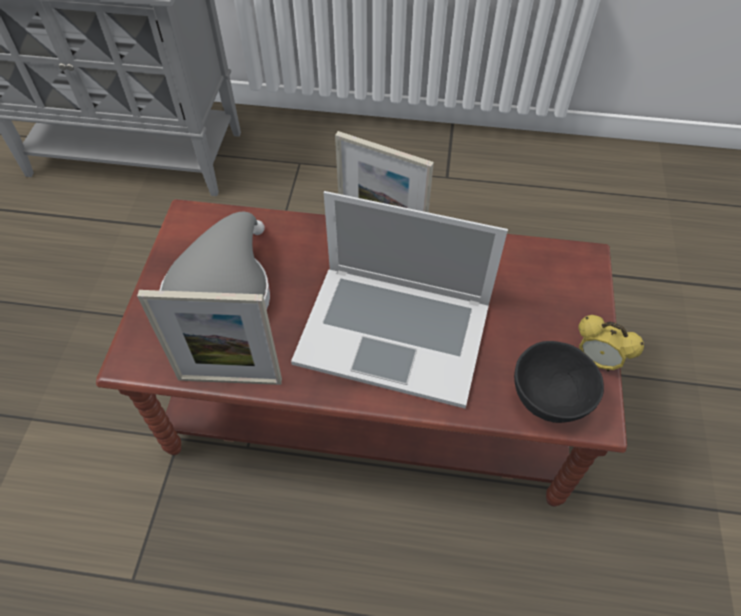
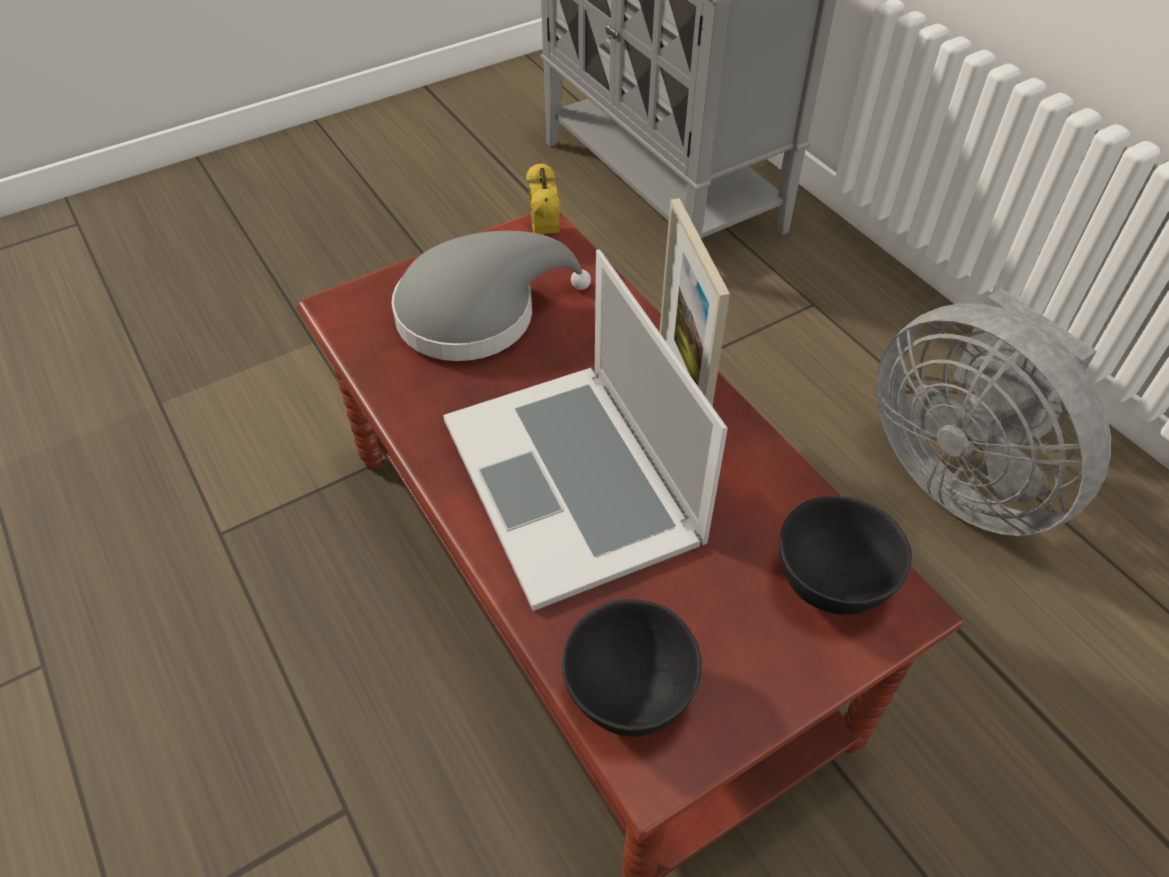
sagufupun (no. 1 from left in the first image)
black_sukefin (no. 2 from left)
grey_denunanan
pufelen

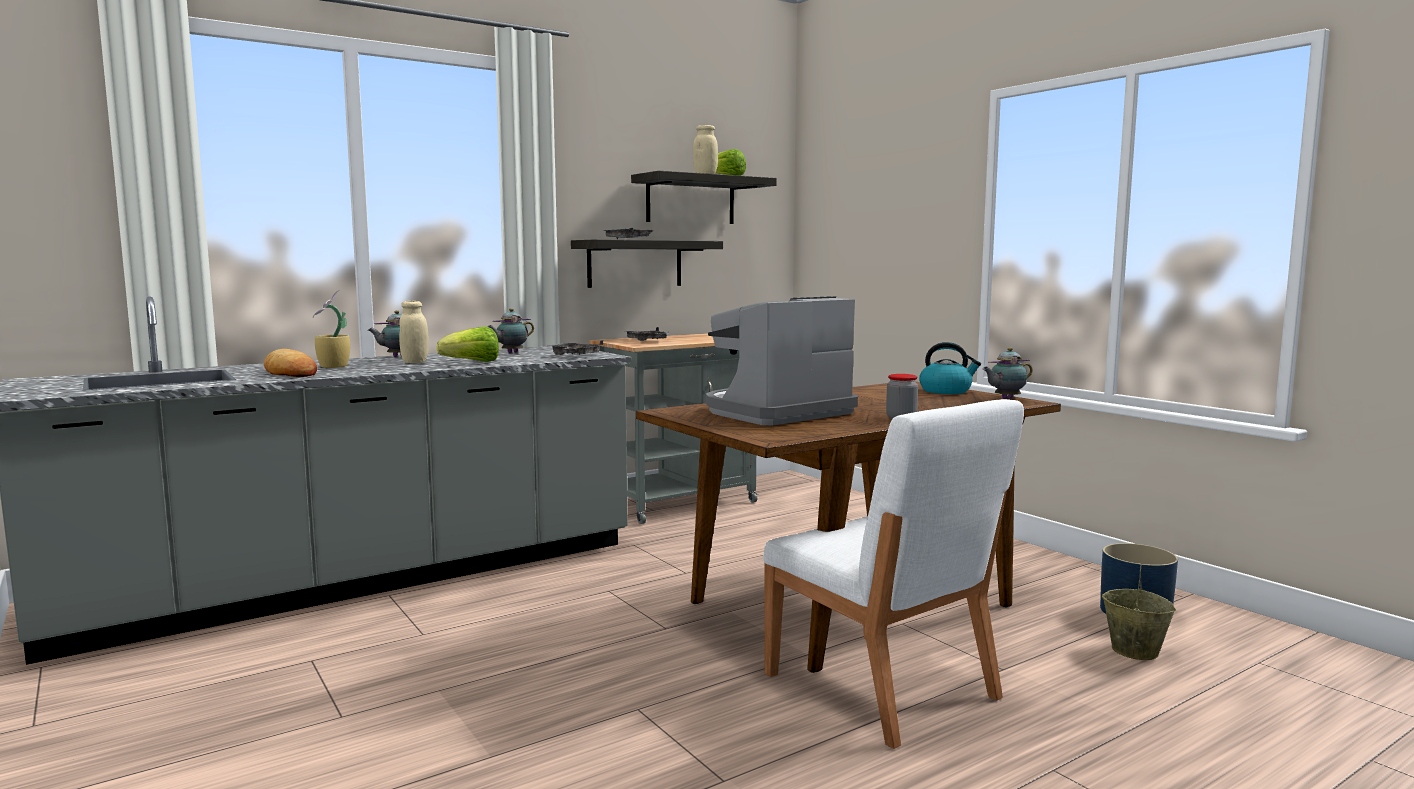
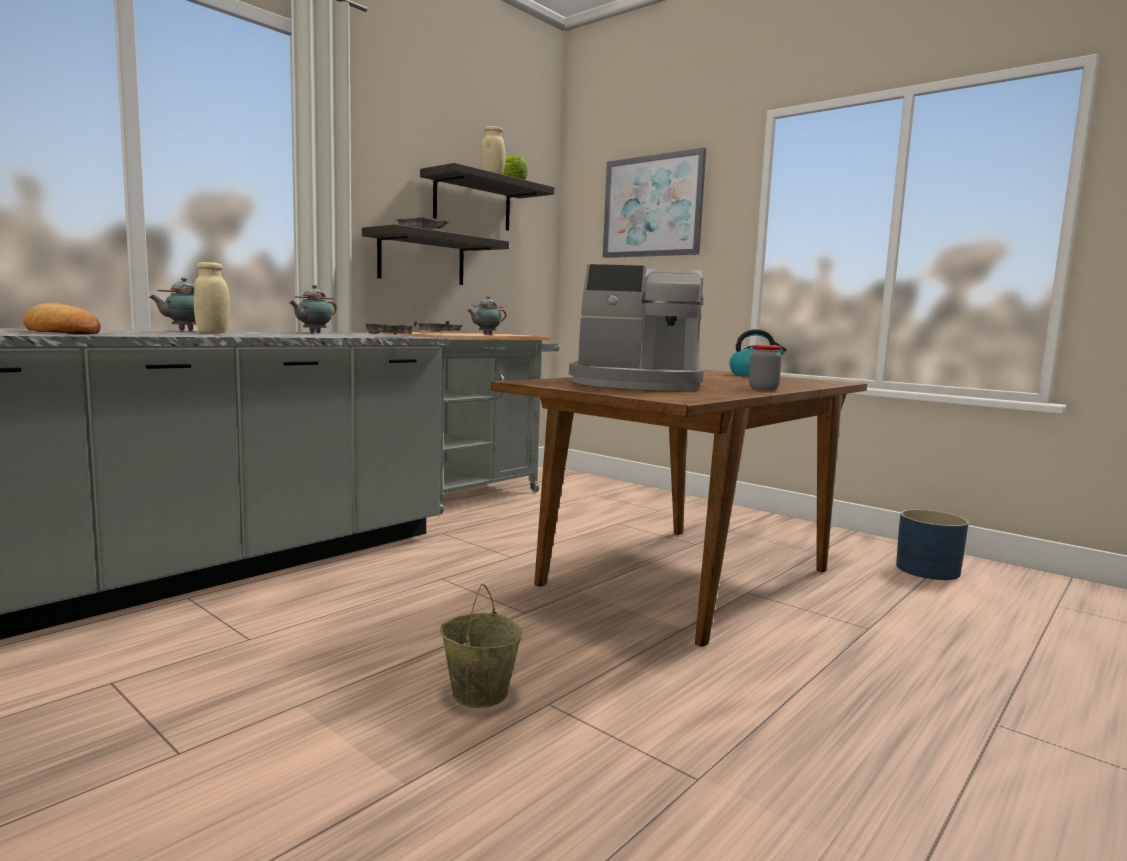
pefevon
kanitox (no. 1 from left in the first image)
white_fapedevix
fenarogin
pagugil (no. 3 from left)
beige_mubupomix
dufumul

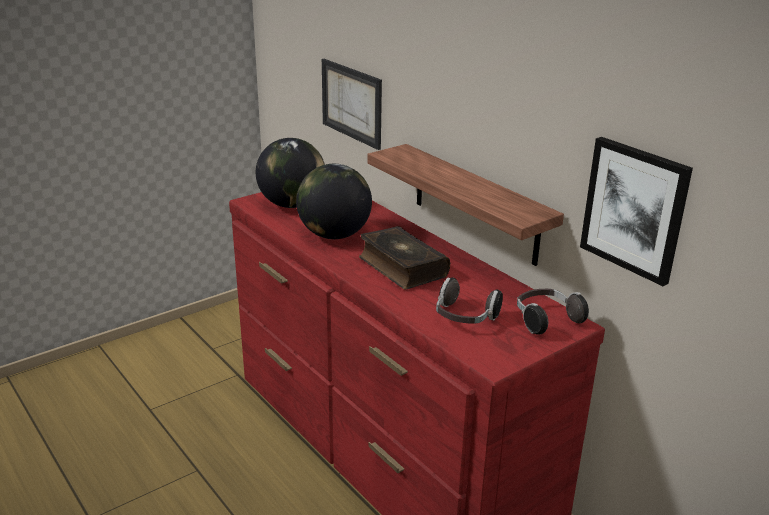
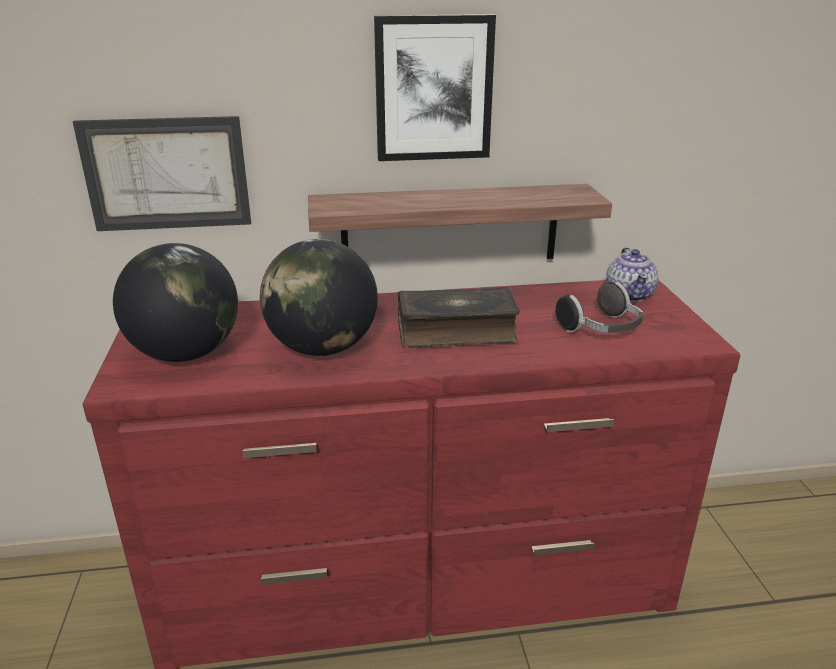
fenarogin (no. 2 from left)
pagugil

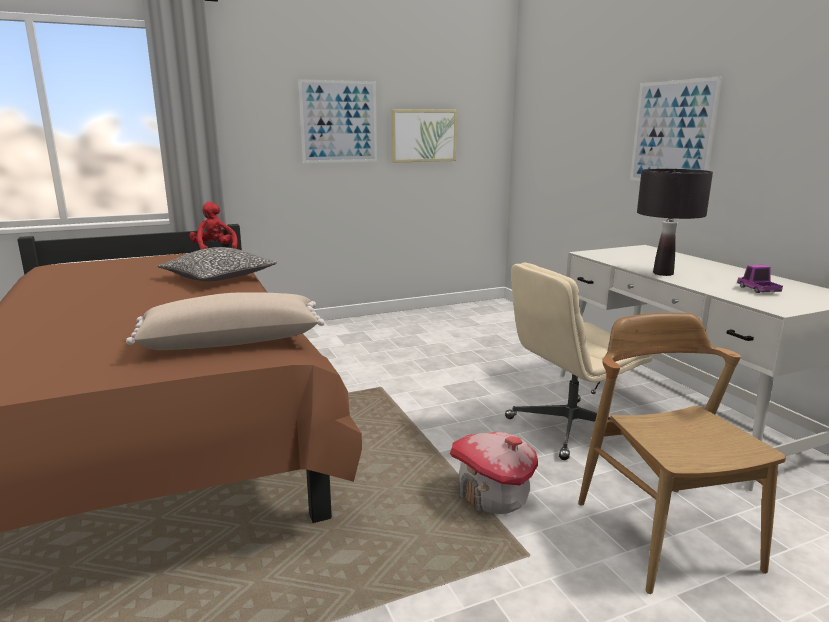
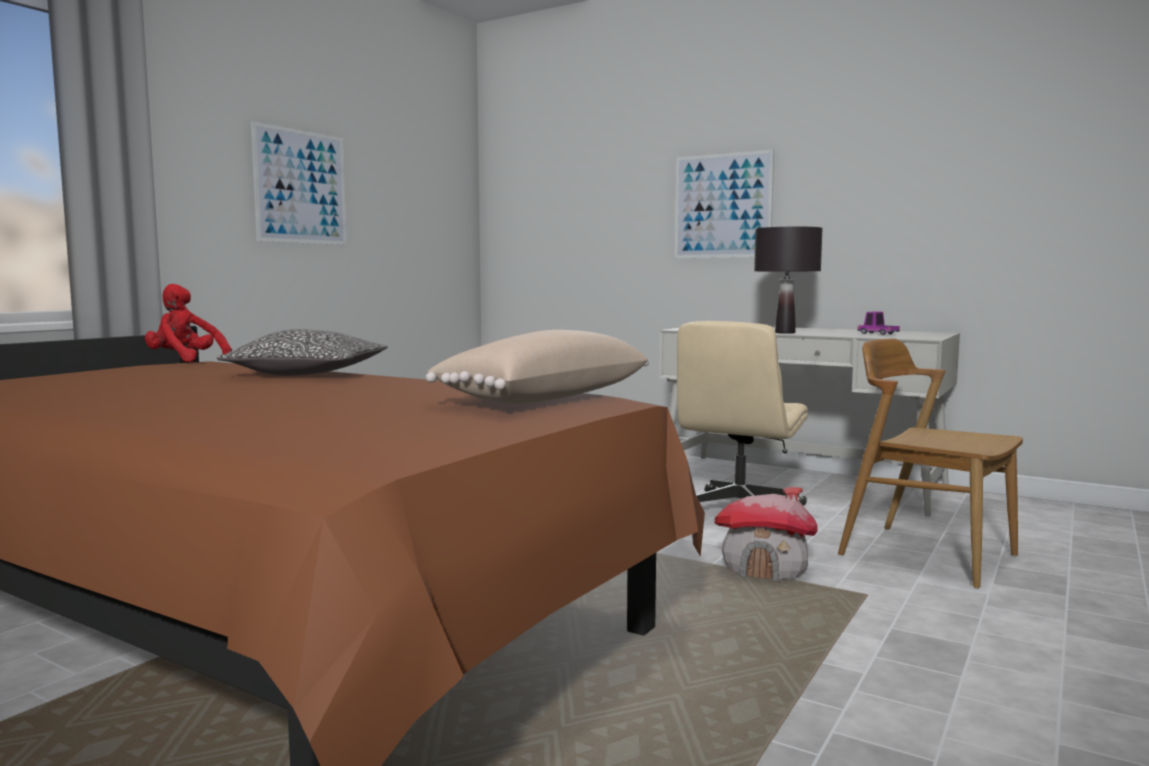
fenarogin (no. 2 from left in the first image)

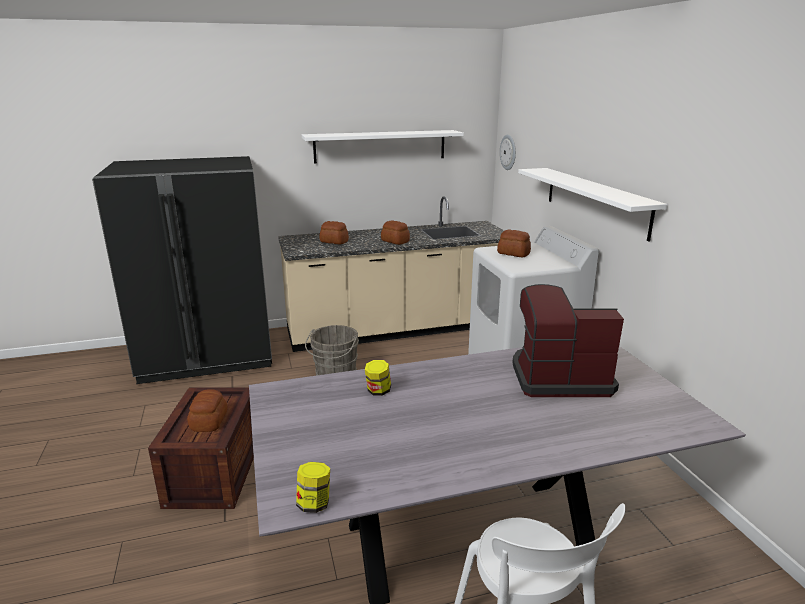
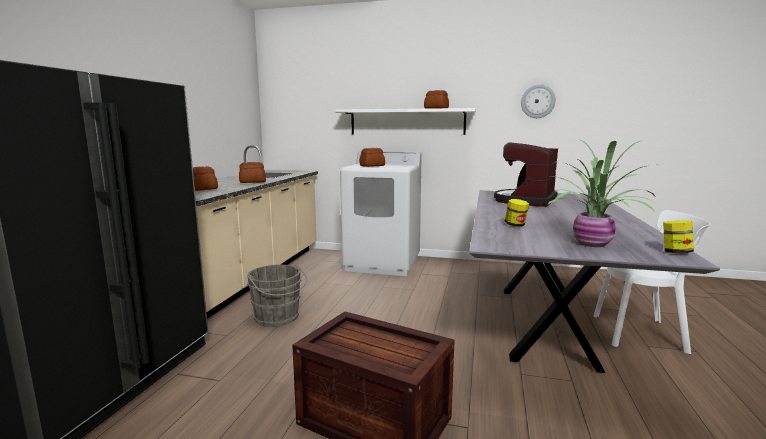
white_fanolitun (no. 1 from left in the first image)
pefevon
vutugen (no. 4 from left)
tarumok

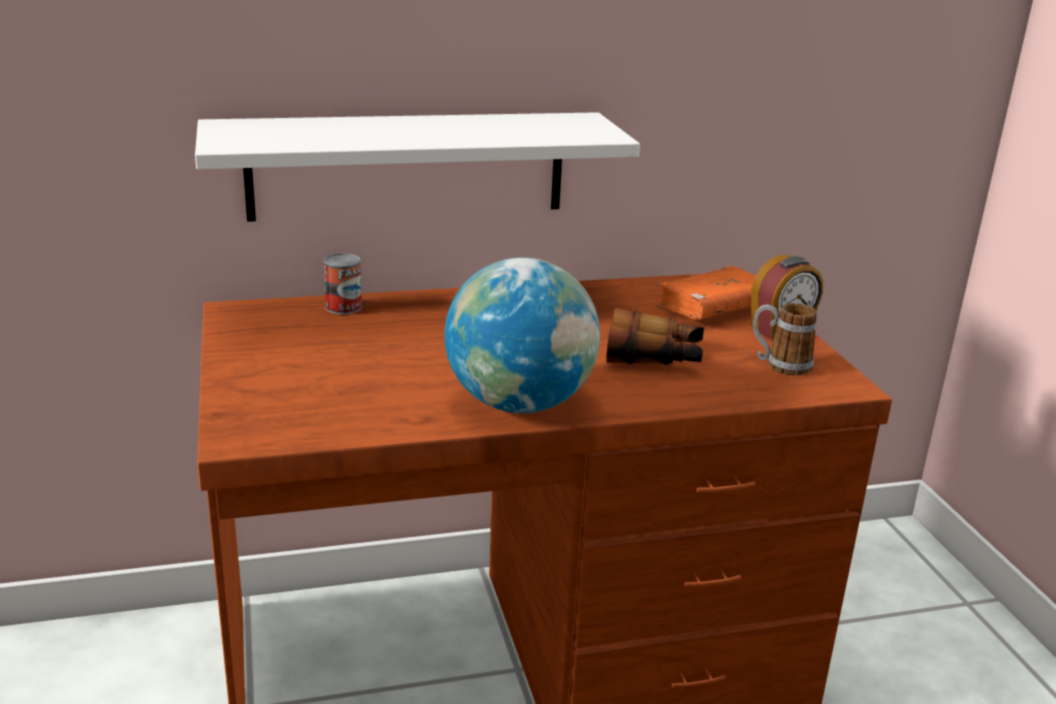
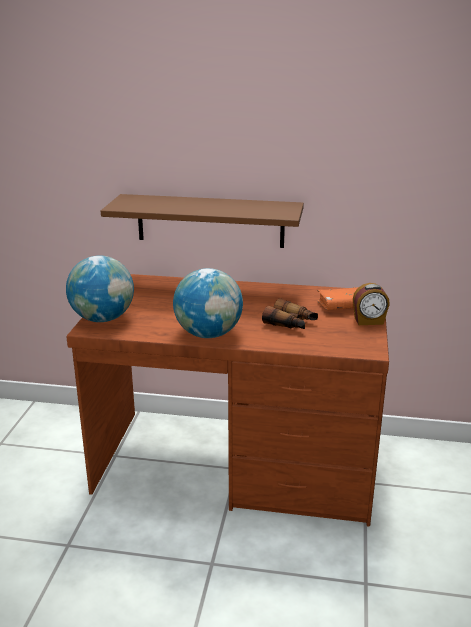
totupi
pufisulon
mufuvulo (no. 1 from left)
brown_fanolitun

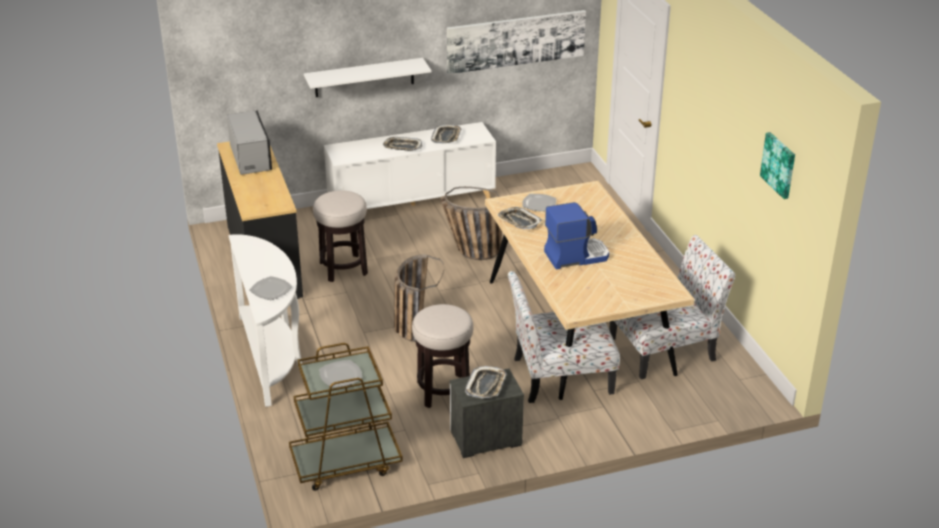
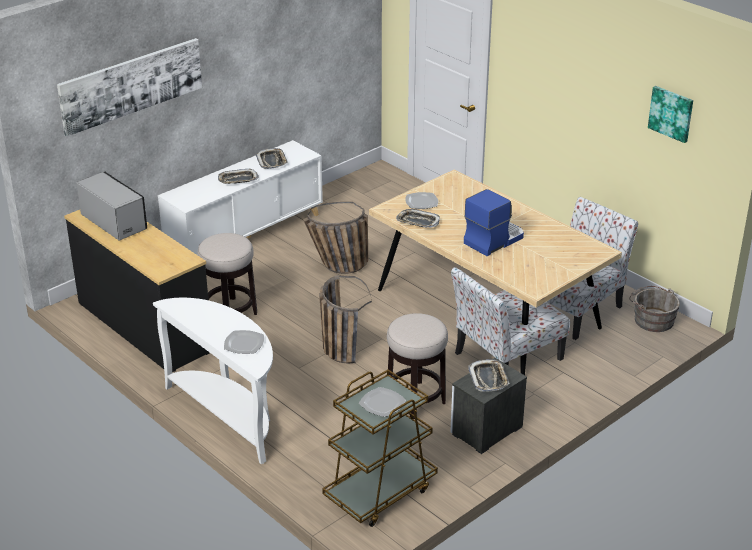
white_fanolitun
grey_mubupomix
fenarogin (no. 1 from left)

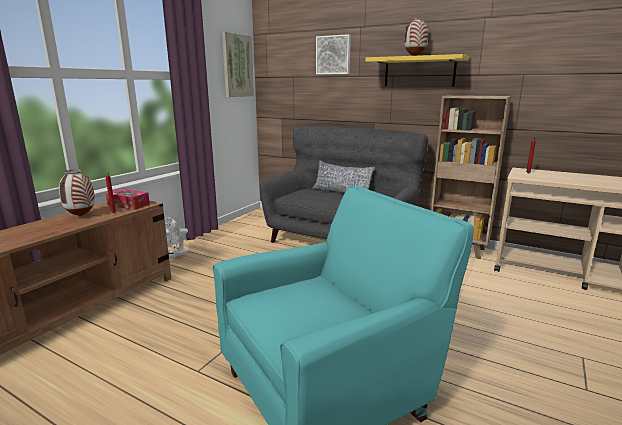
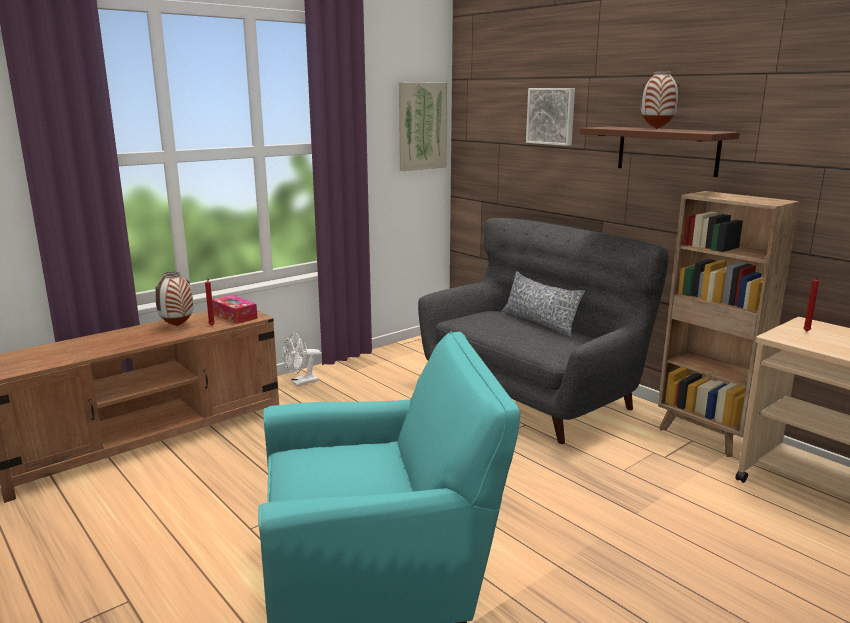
brown_fanolitun

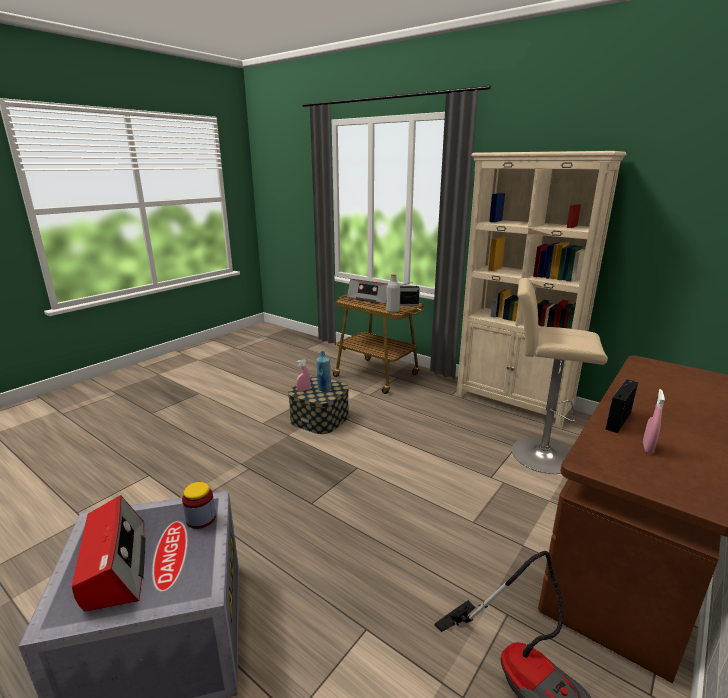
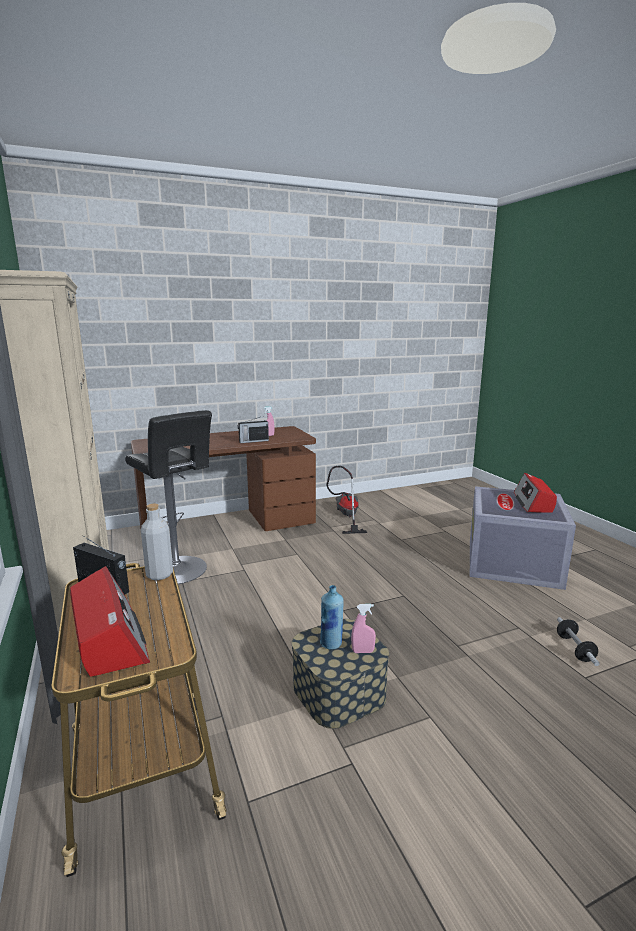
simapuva
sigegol
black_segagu

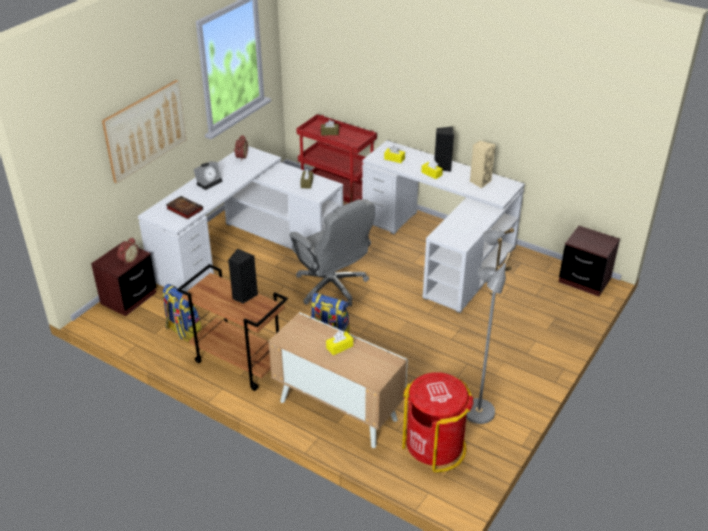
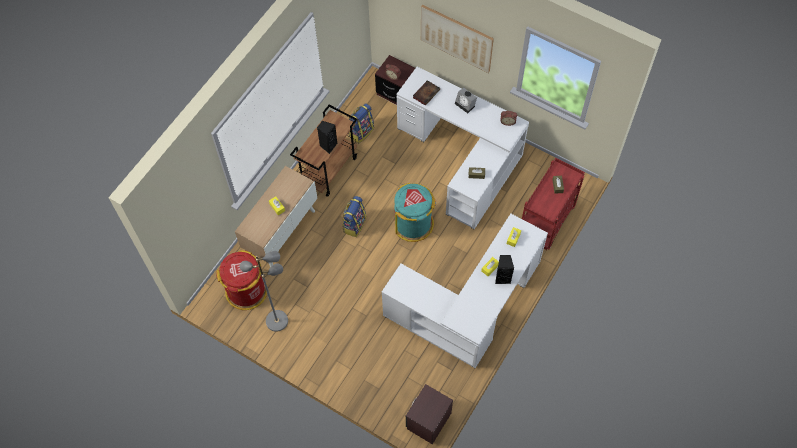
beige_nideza
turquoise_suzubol

